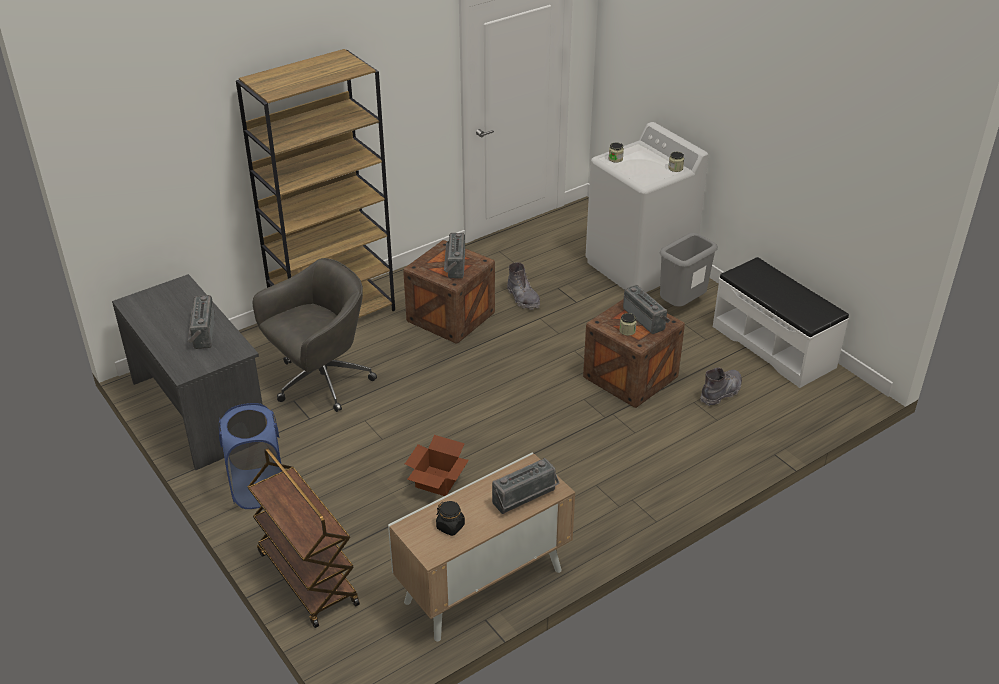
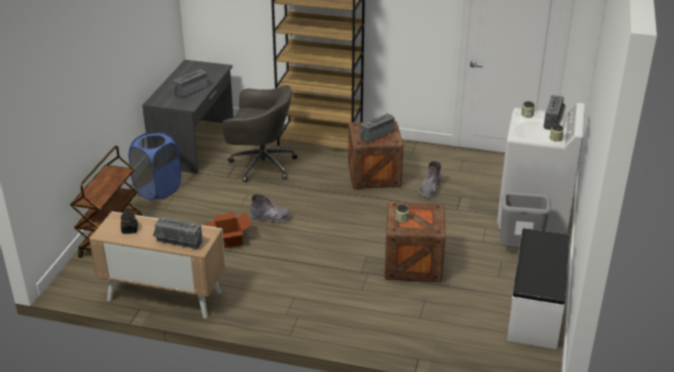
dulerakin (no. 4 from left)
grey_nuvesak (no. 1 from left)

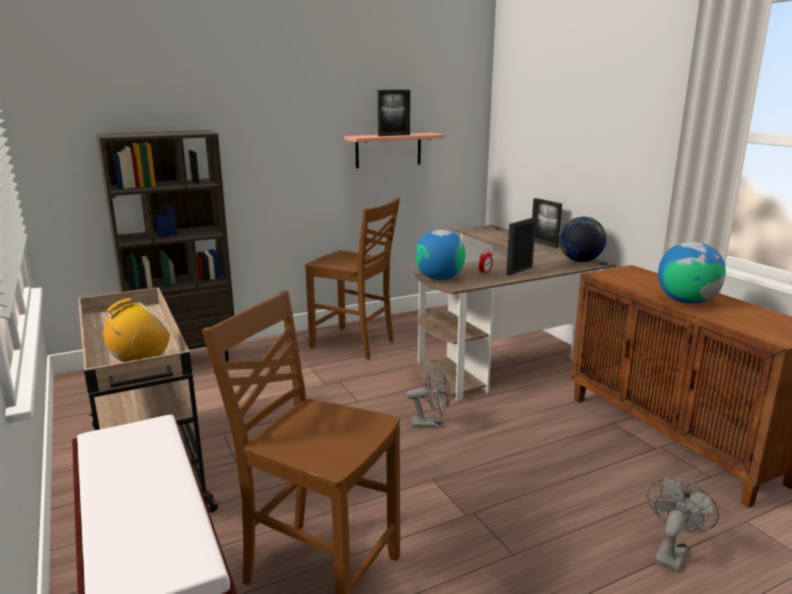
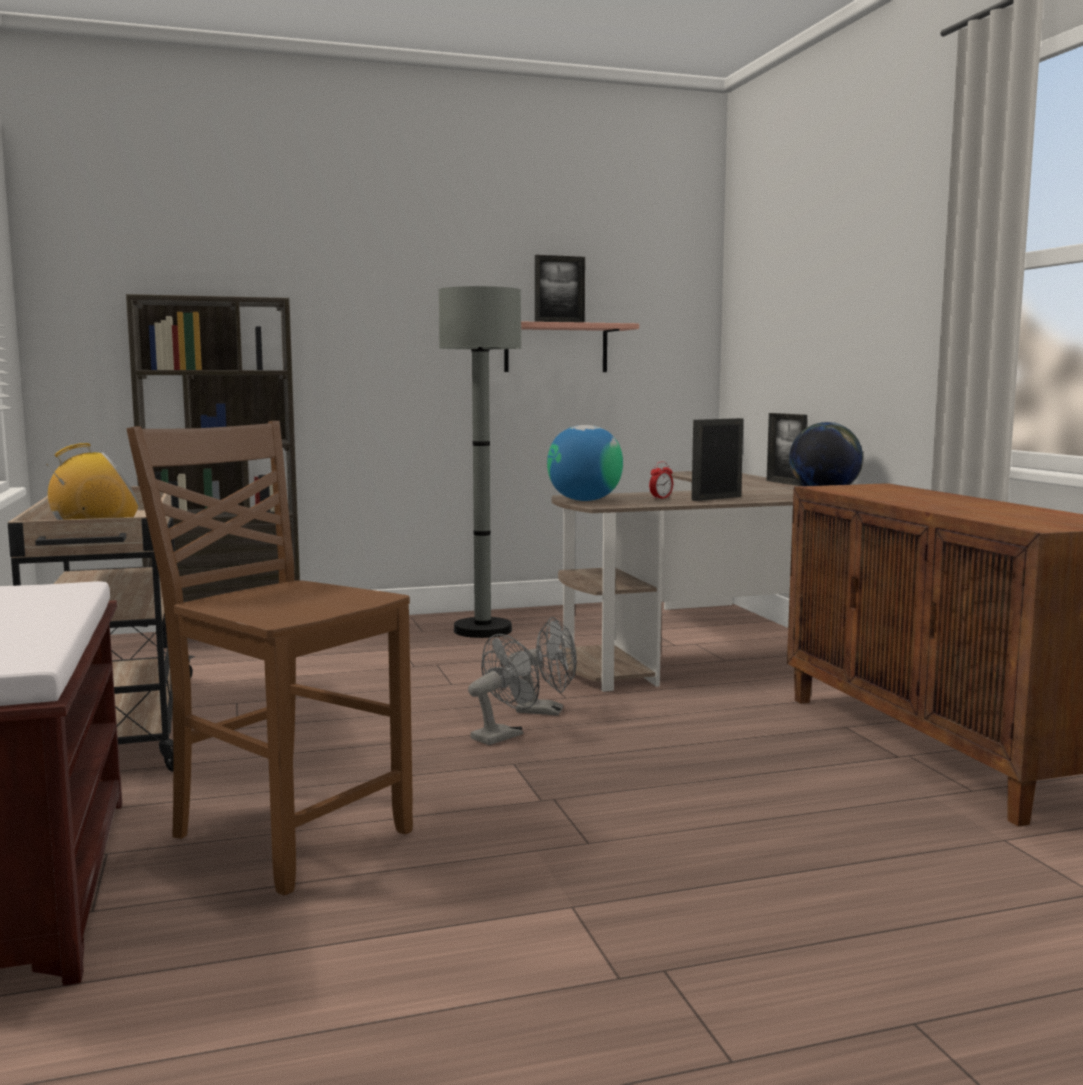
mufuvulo (no. 3 from left in the first image)
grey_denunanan (no. 1 from left)
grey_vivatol

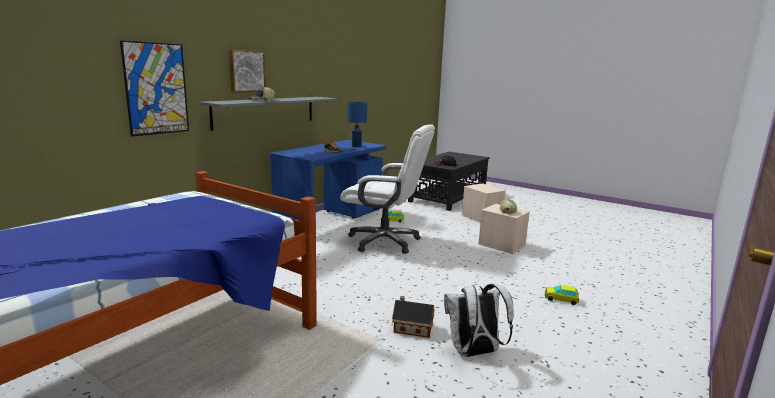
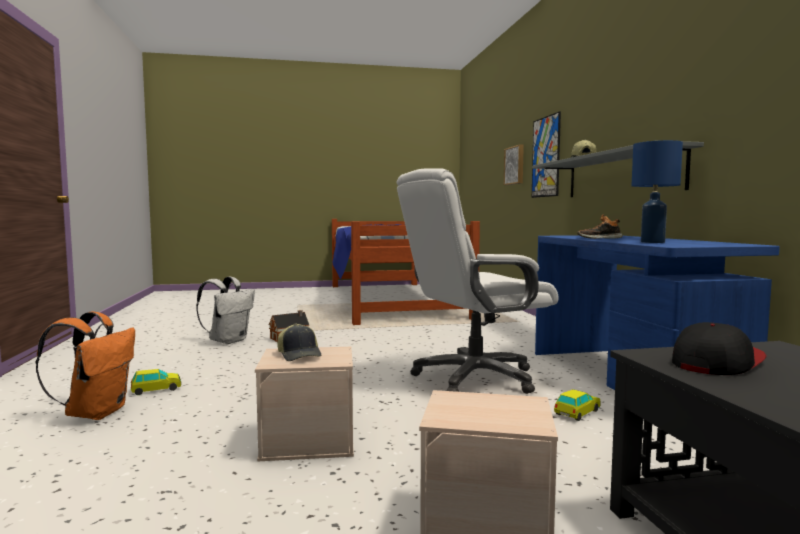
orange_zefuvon
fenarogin (no. 1 from left)

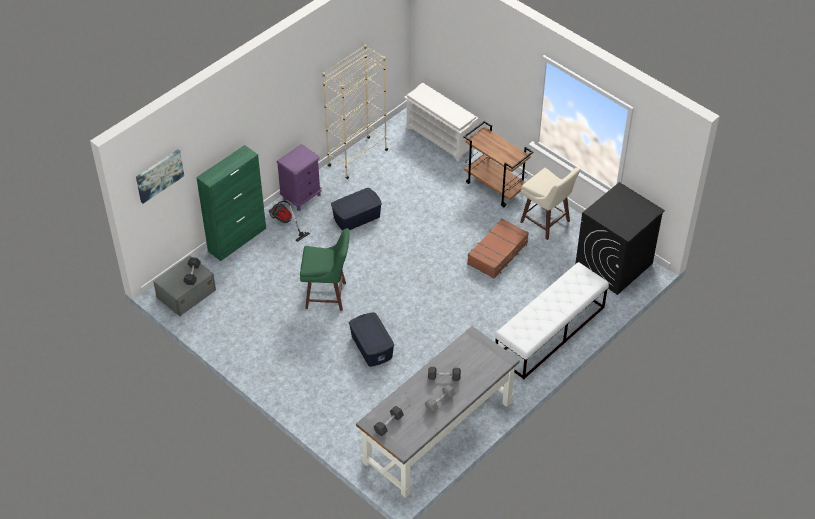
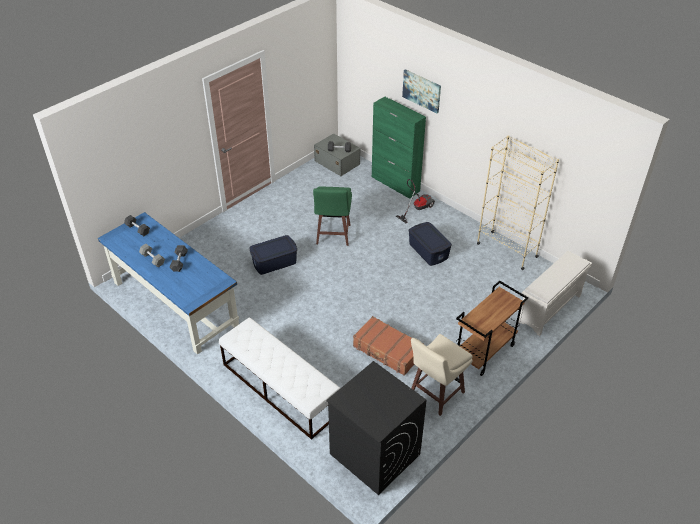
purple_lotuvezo
fenarogin
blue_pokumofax

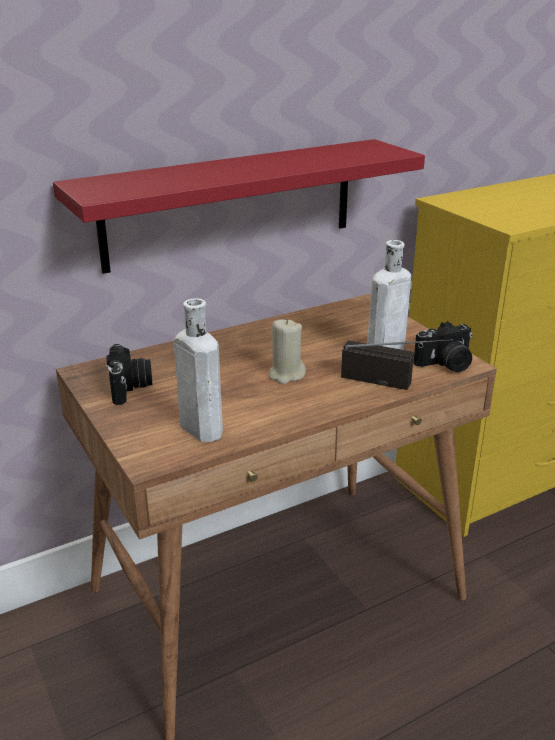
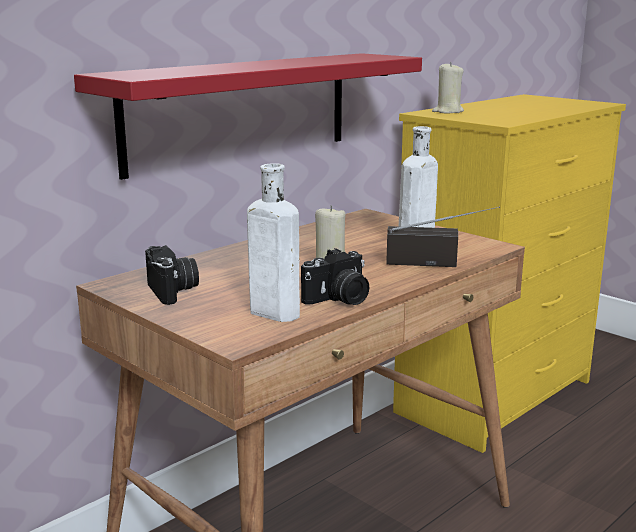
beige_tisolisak (no. 2 from left)
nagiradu (no. 2 from left)

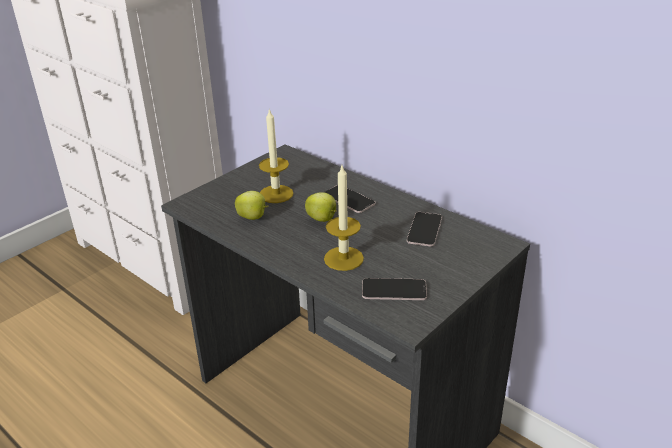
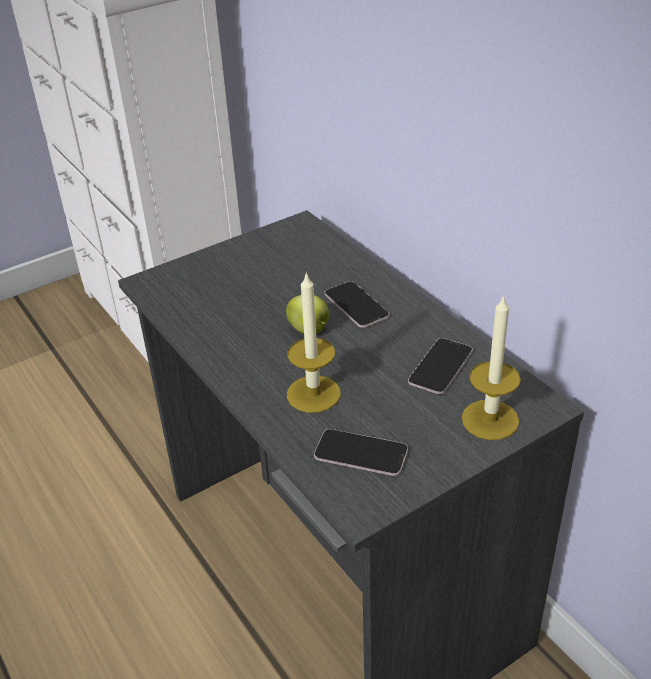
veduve (no. 1 from left in the first image)
tisolisak (no. 2 from left)

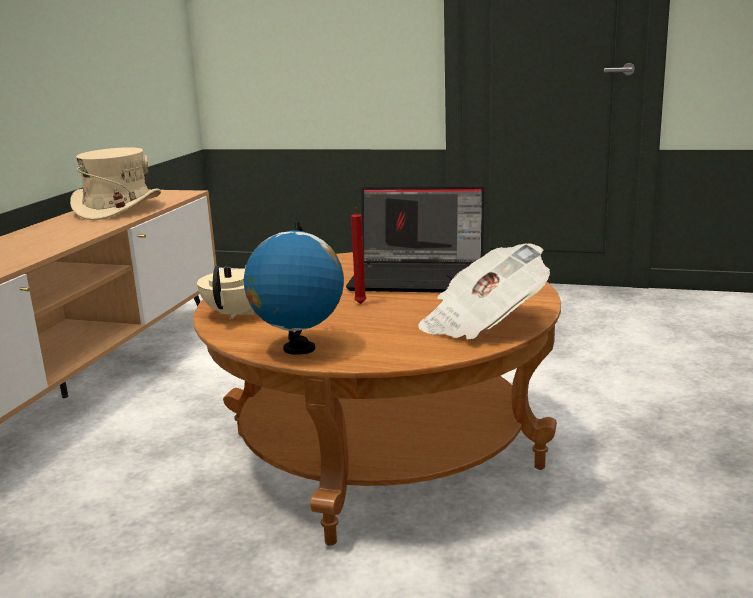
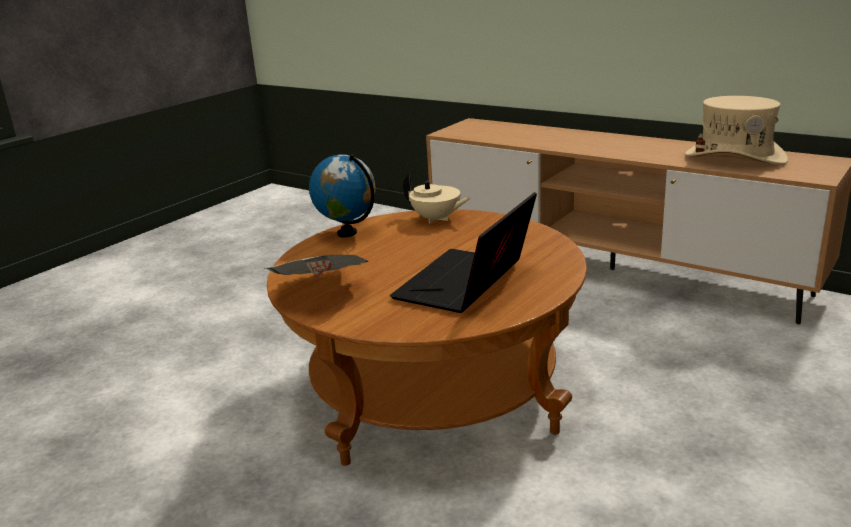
red_tisolisak

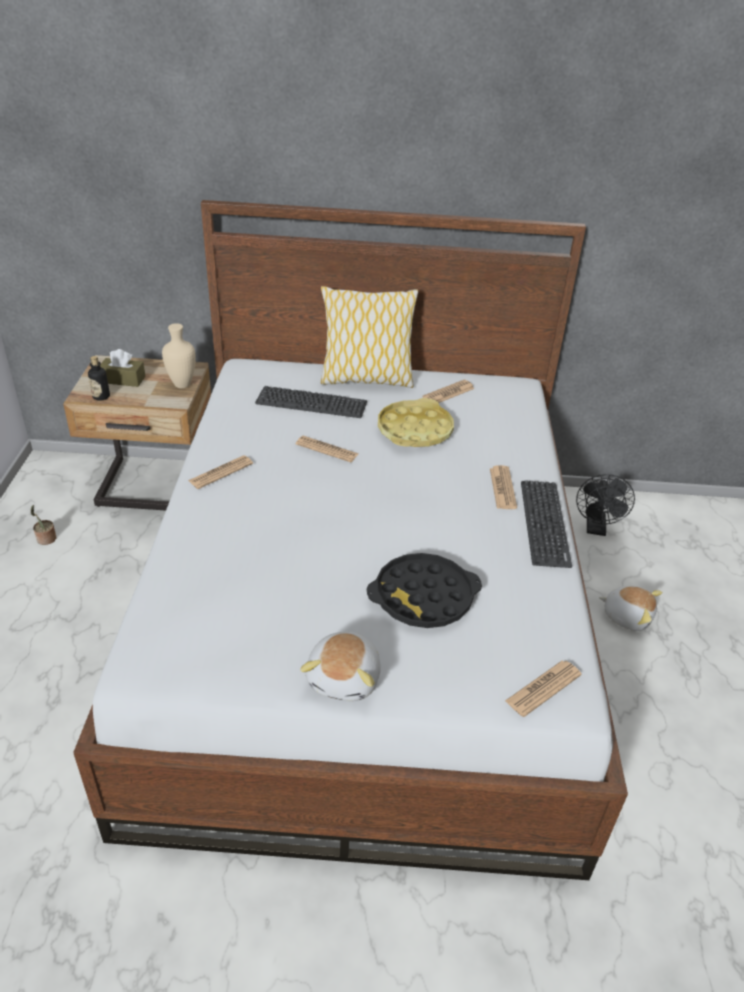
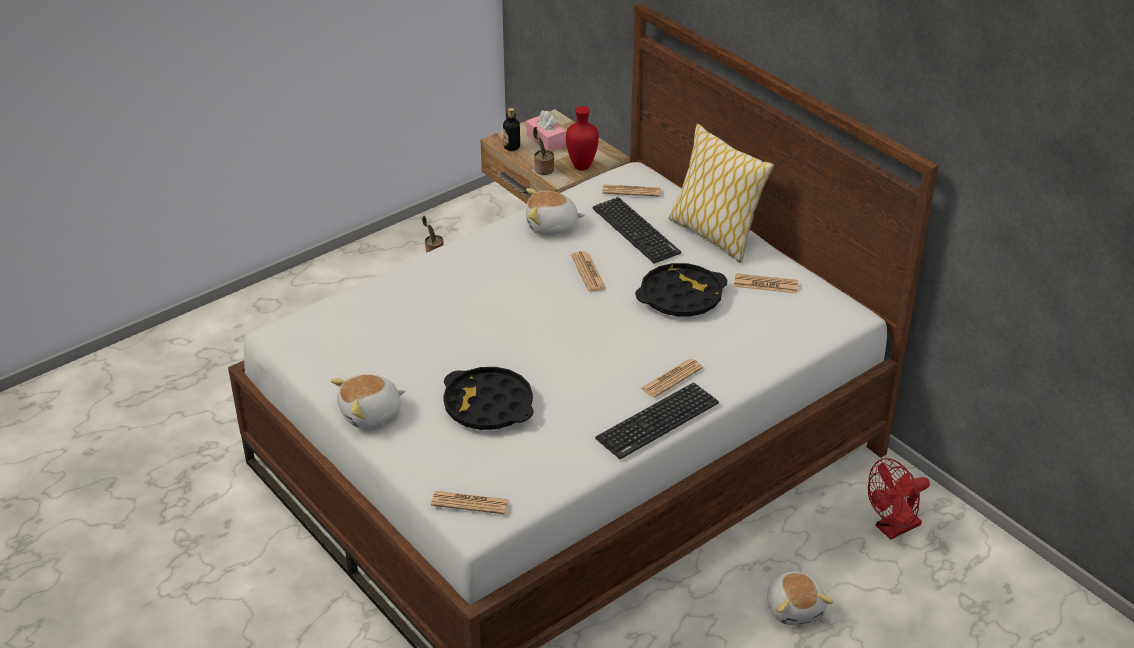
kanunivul (no. 2 from left)
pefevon (no. 2 from left)
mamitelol (no. 3 from left)
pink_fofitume
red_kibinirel
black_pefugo (no. 2 from left)
red_denunanan

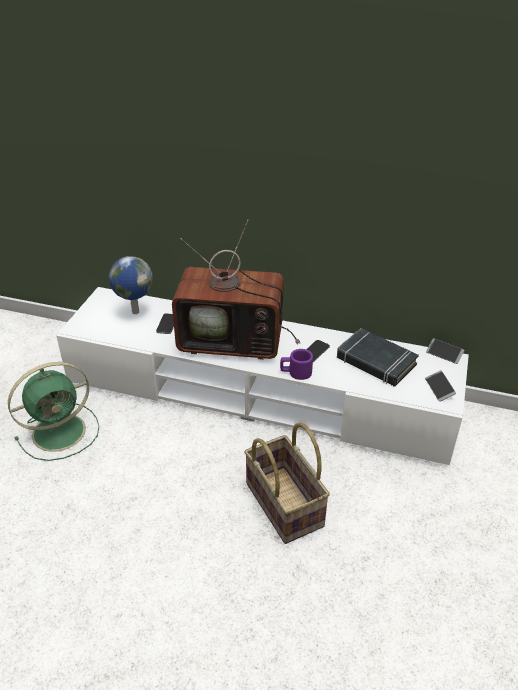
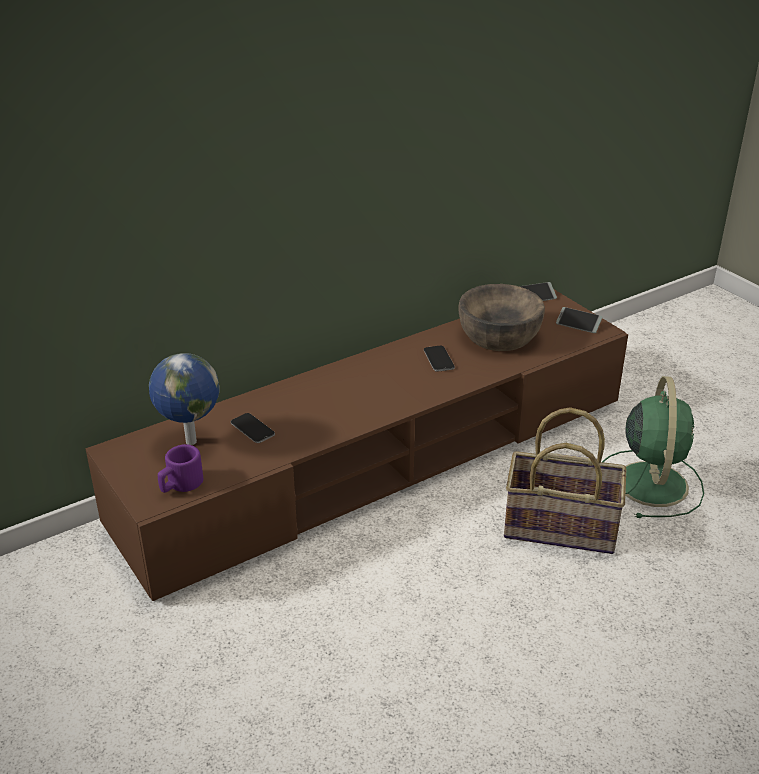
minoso
green_denunanan
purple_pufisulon
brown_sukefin
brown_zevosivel

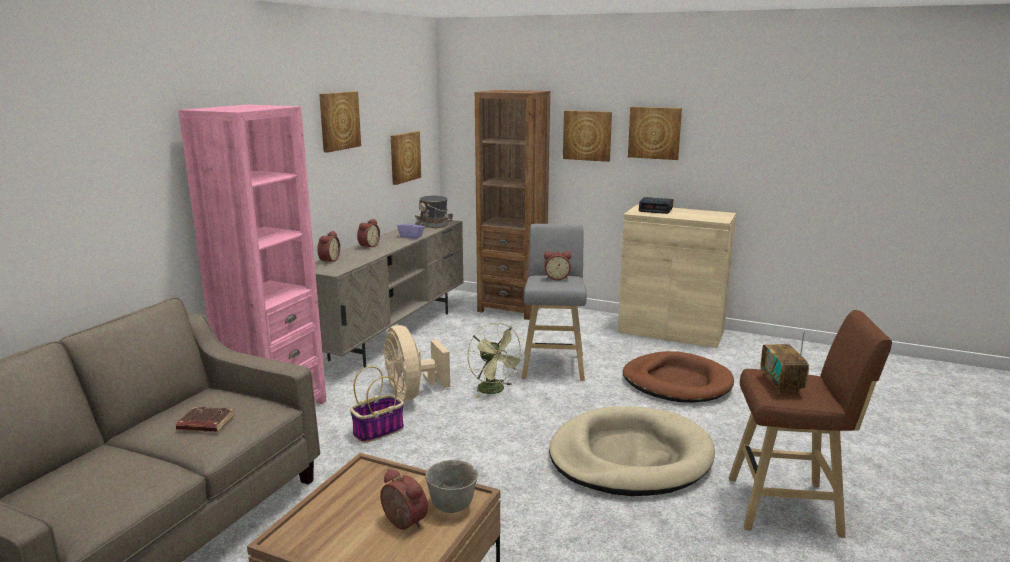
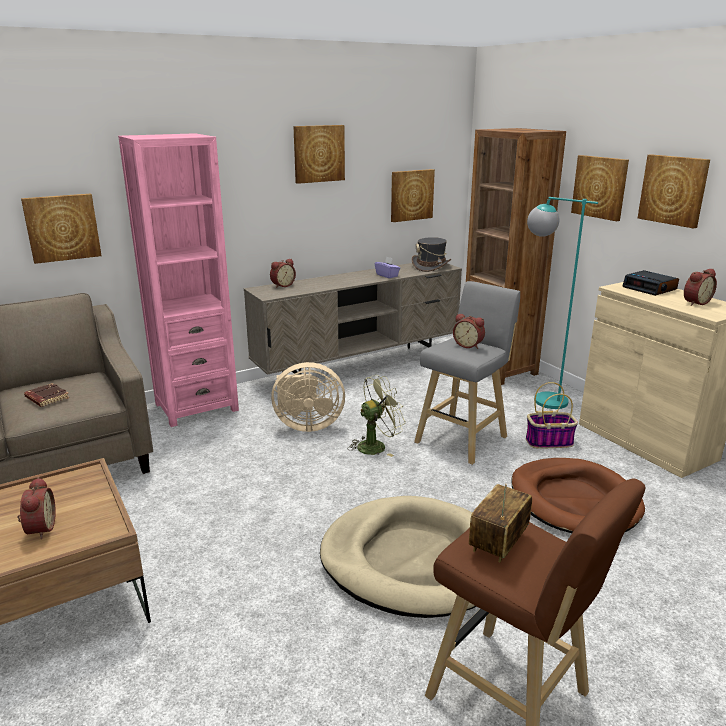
grey_sukefin
fenarogin (no. 1 from left)
turquoise_vivatol
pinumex
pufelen (no. 5 from left)
beige_denunanan
green_denunanan

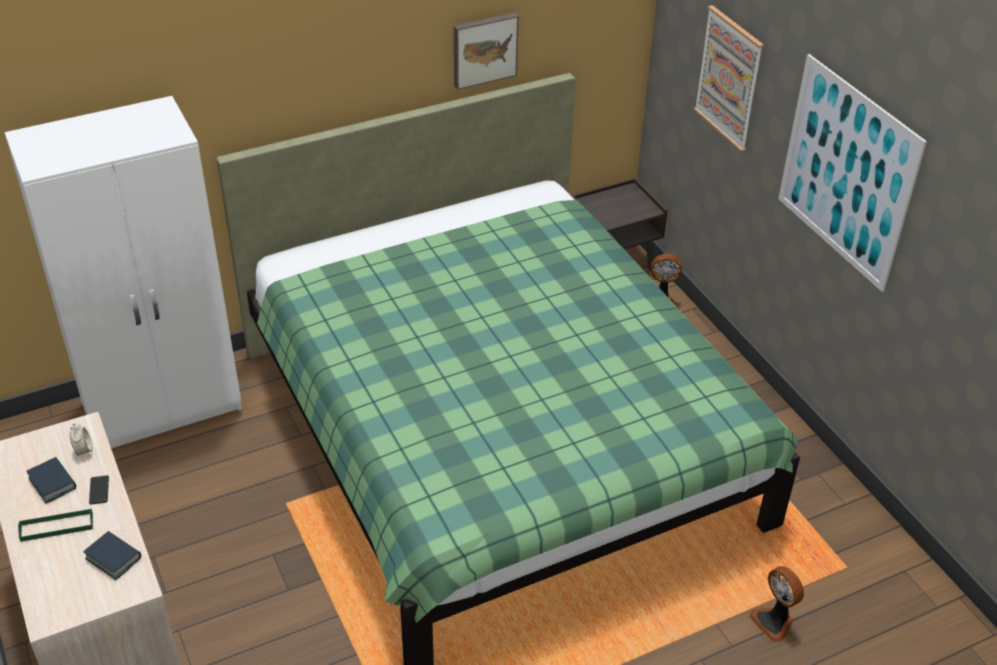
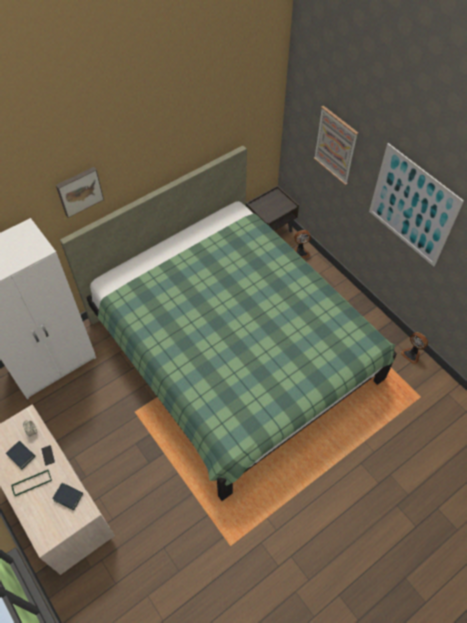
fenarogin (no. 1 from left)
denunanan (no. 2 from left)

